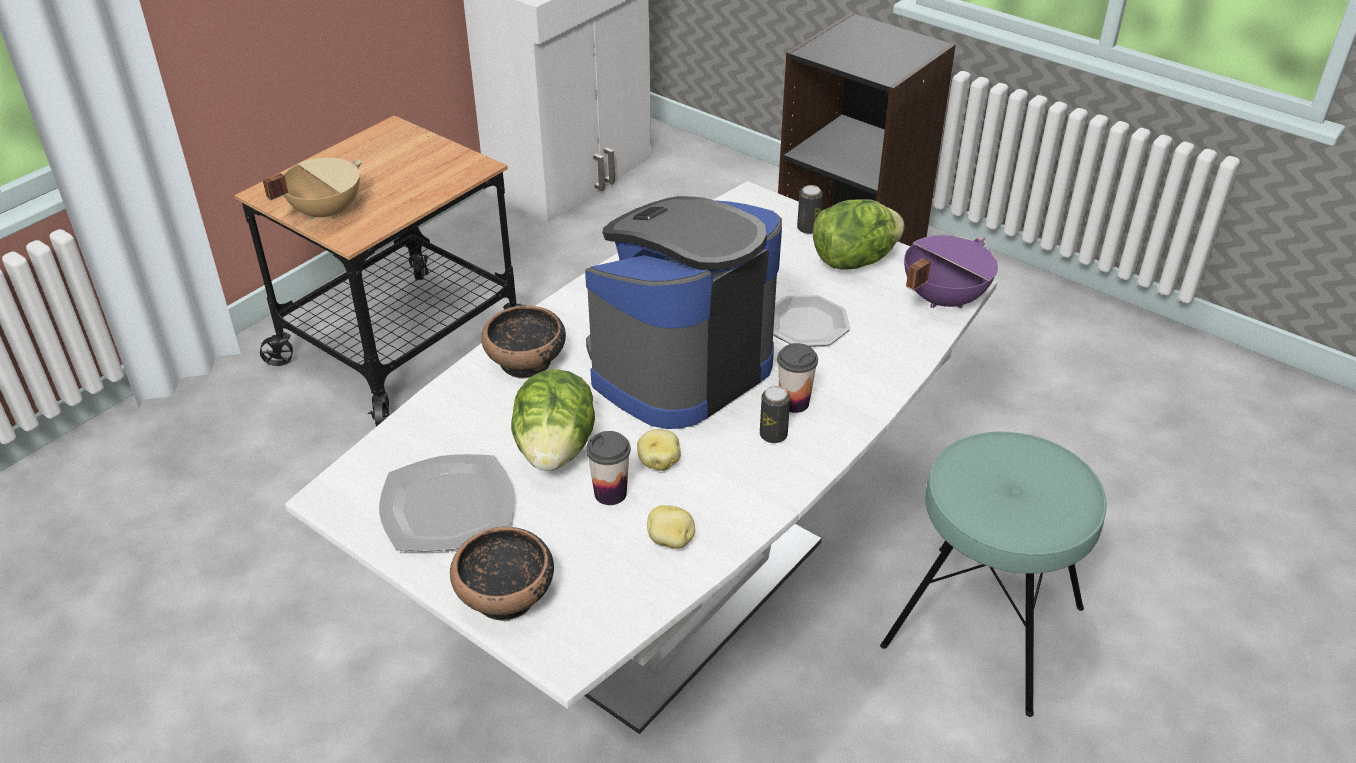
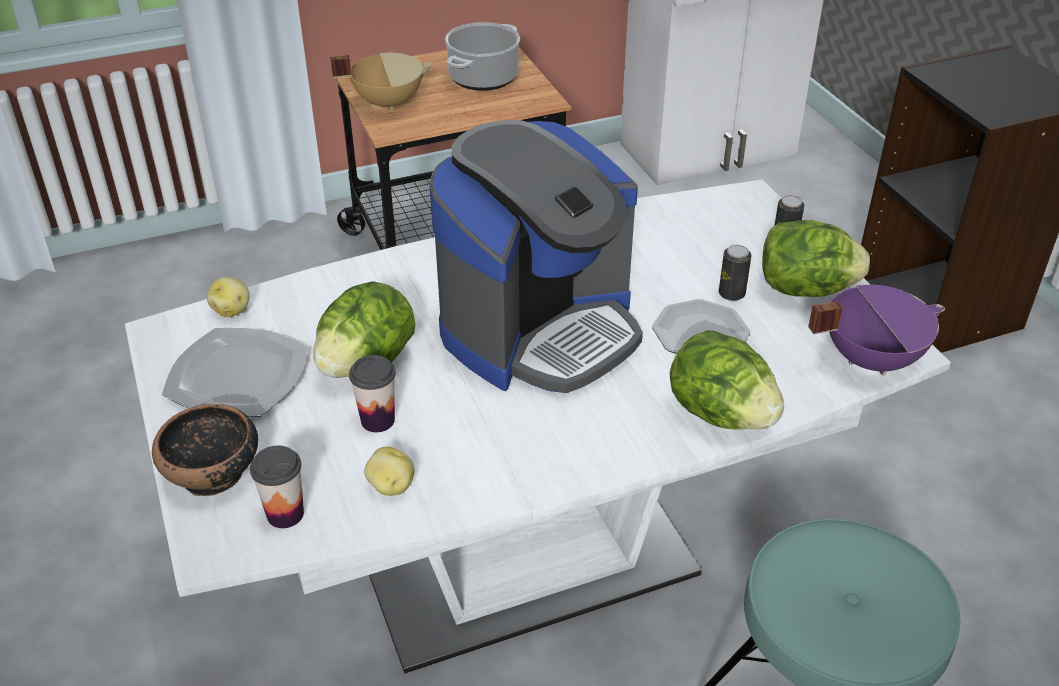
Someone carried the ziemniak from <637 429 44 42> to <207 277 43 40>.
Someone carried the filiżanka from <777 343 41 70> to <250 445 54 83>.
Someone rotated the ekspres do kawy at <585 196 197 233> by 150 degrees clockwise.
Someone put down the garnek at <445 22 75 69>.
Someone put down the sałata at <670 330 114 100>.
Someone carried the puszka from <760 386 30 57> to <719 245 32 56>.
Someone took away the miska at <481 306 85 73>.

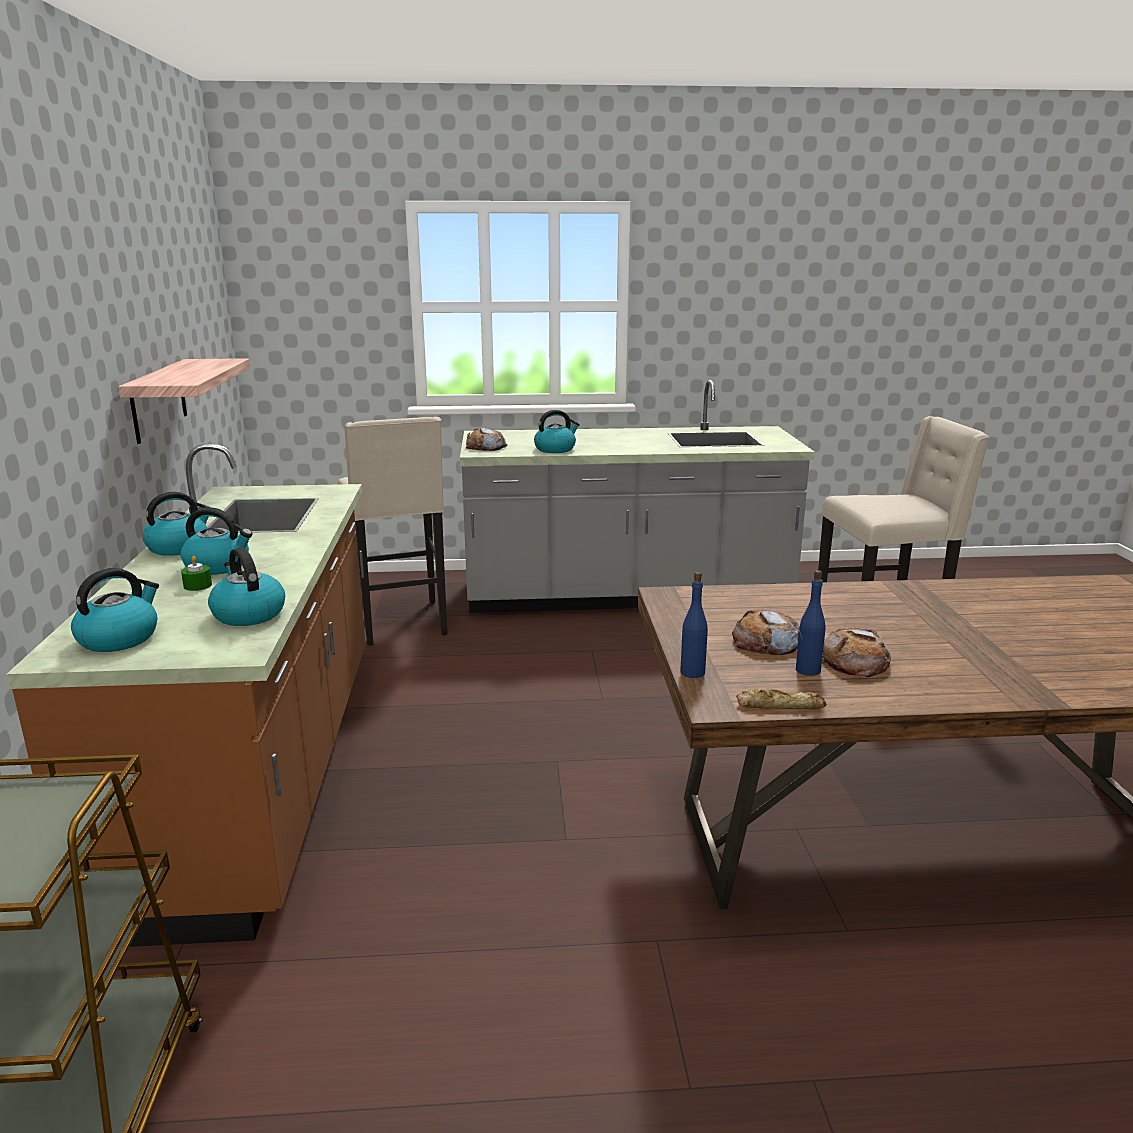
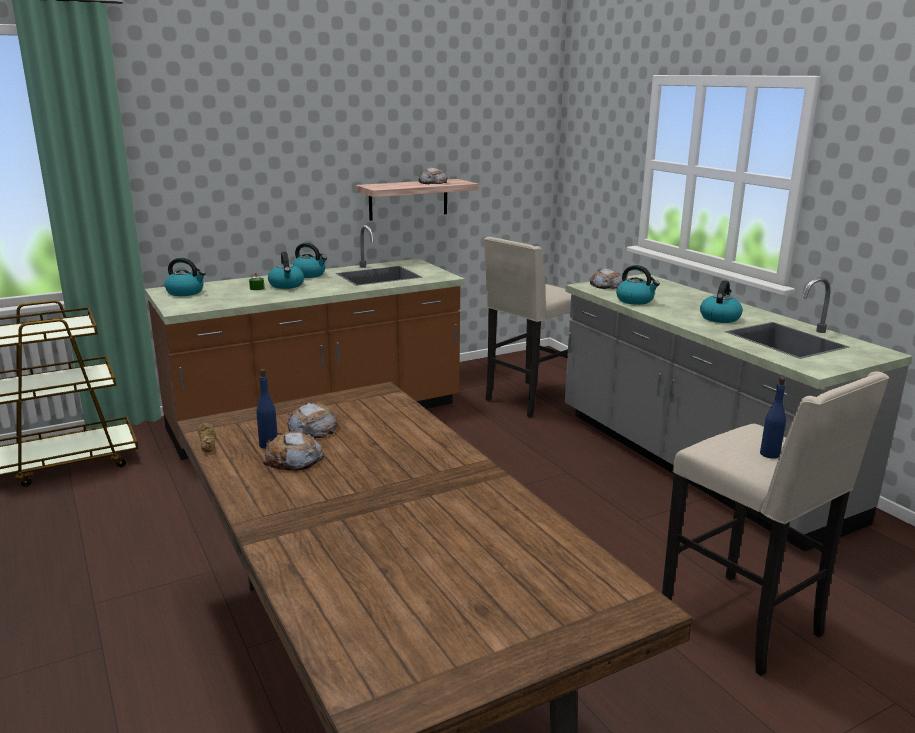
Someone put down the chleb at <419 167 29 17>.
Someone carried the czajnik from <208 547 77 79> to <700 280 43 43>.
Someone carried the butelka [niebieski] from <680 572 28 106> to <760 377 26 82>.

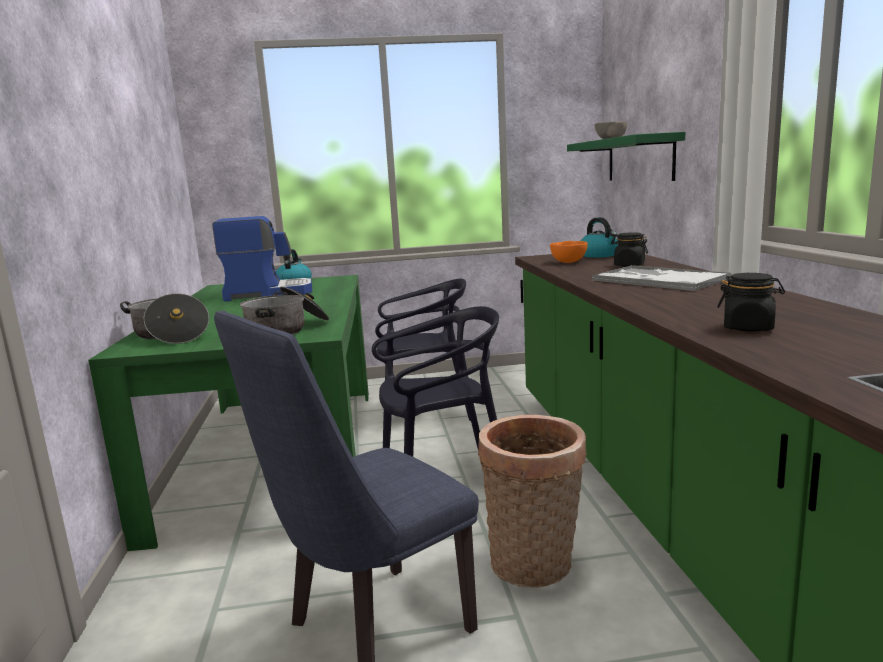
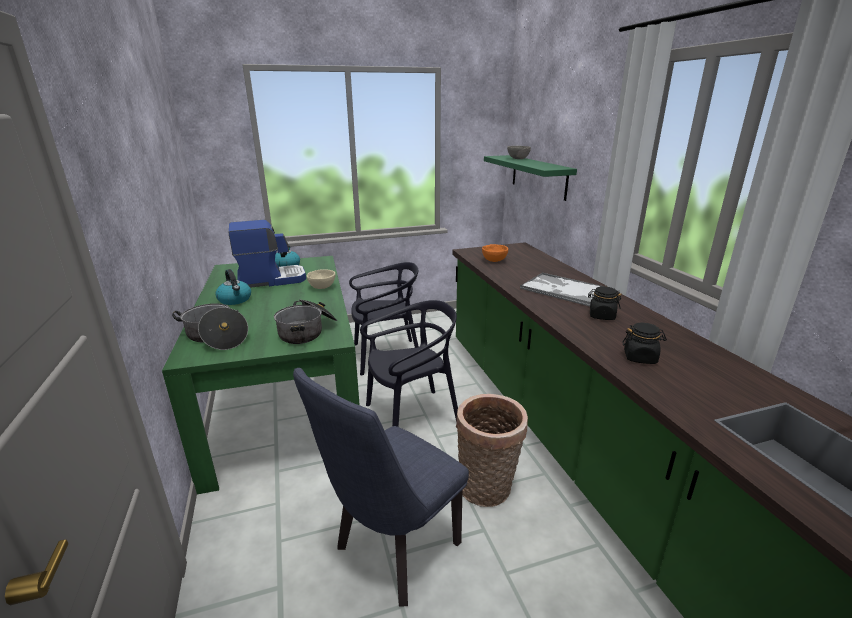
Someone carried the czajnik from <581 217 37 41> to <215 269 36 36>.
Someone put down the miska [beżowy] at <307 269 28 20>.
Someone carried the słoik [czarny] from <611 233 37 34> to <588 286 34 34>.

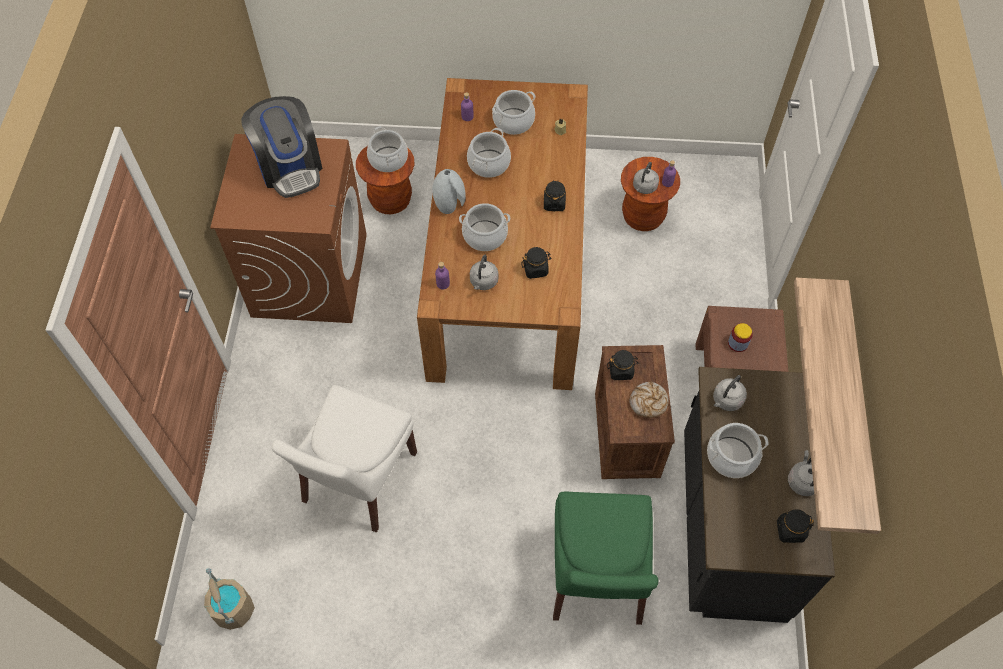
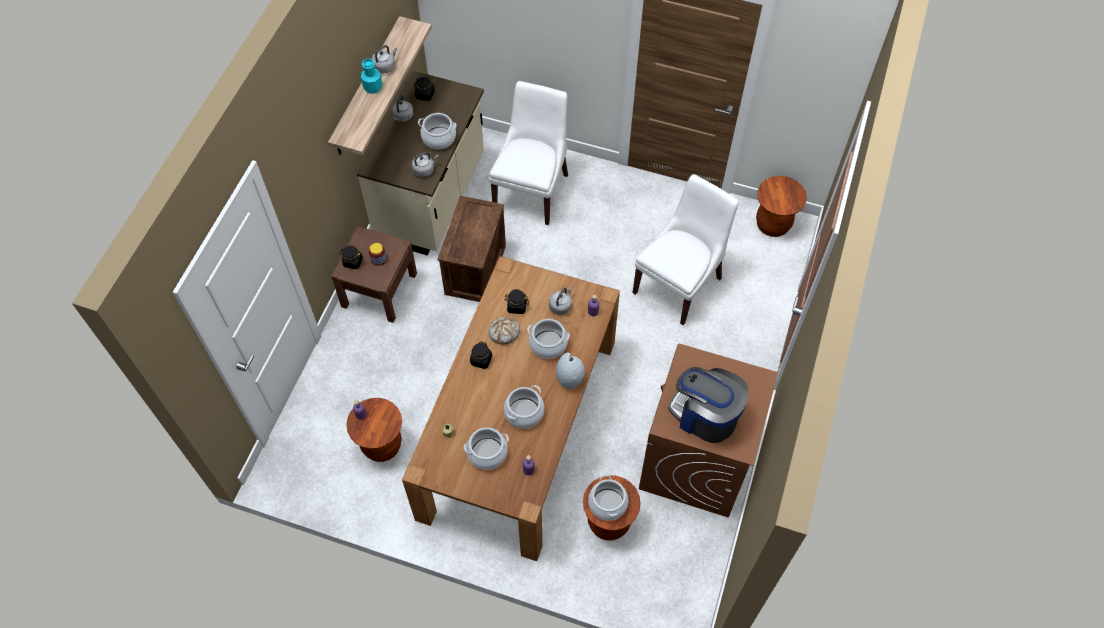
Someone carried the słoik [czarny] from <607 350 32 30> to <339 245 24 24>.
Someone repainted the zabudowa kuchenna [czarny] at <684 367 151 256>, which became the zabudowa kuchenna [beżowy] at <357 71 127 185>.
Someone put down the butelka [turkusowy] at <361 58 22 36>.
Someone carried the czajnik [szary] from <633 162 26 32> to <372 45 25 28>.
Someone repainted the krzesło [zielony] at <553 492 105 133>, which became the krzesło [biały] at <489 81 79 144>.
Someone carried the chleb from <629 381 39 37> to <489 317 31 28>.
Someone rotated the ekspres do kawy at <241 96 82 102> by 45 degrees counterclockwise.
Someone swapped the wiadro [beżowy] at <204 569 51 61> for the stołek [brązowy] at <756 176 51 61>.

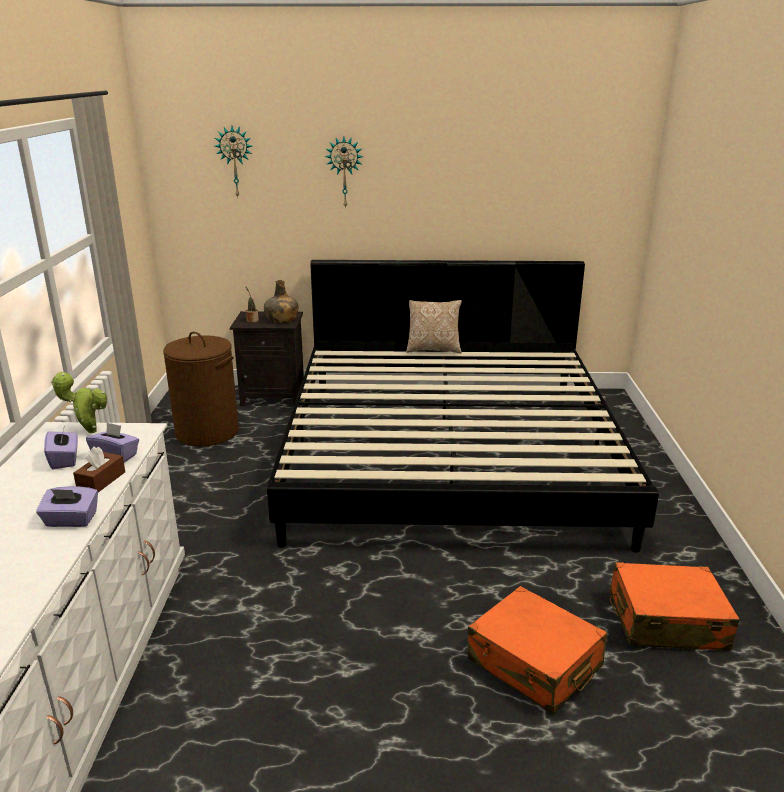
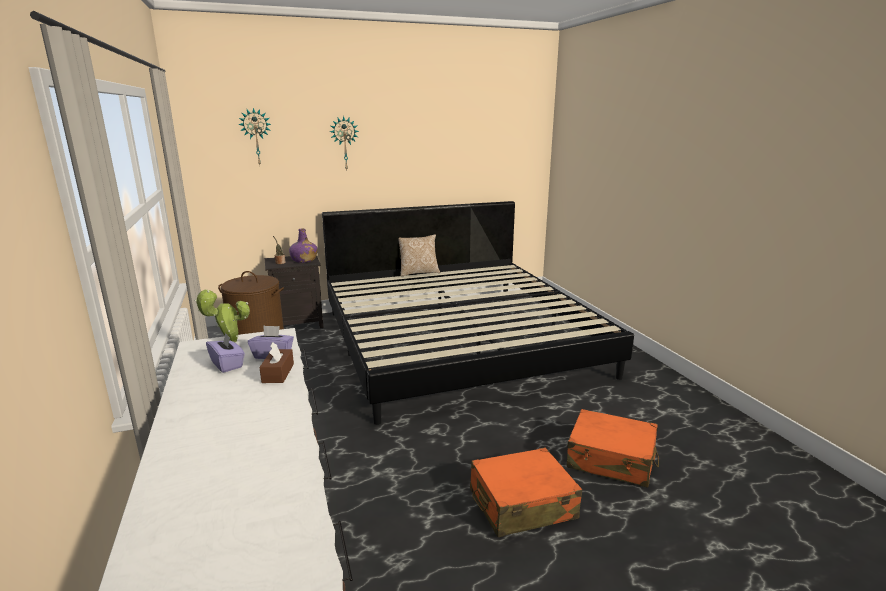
Someone repainted the butelka [zielony] at <264 280 35 43>, which became the butelka [fioletowy] at <289 228 28 35>.
Someone carried the walizka [pomarańczowy] from <610 562 130 89> to <470 447 112 90>.
Someone took away the pudełko chusteczek [fioletowy] at <36 486 62 41>.

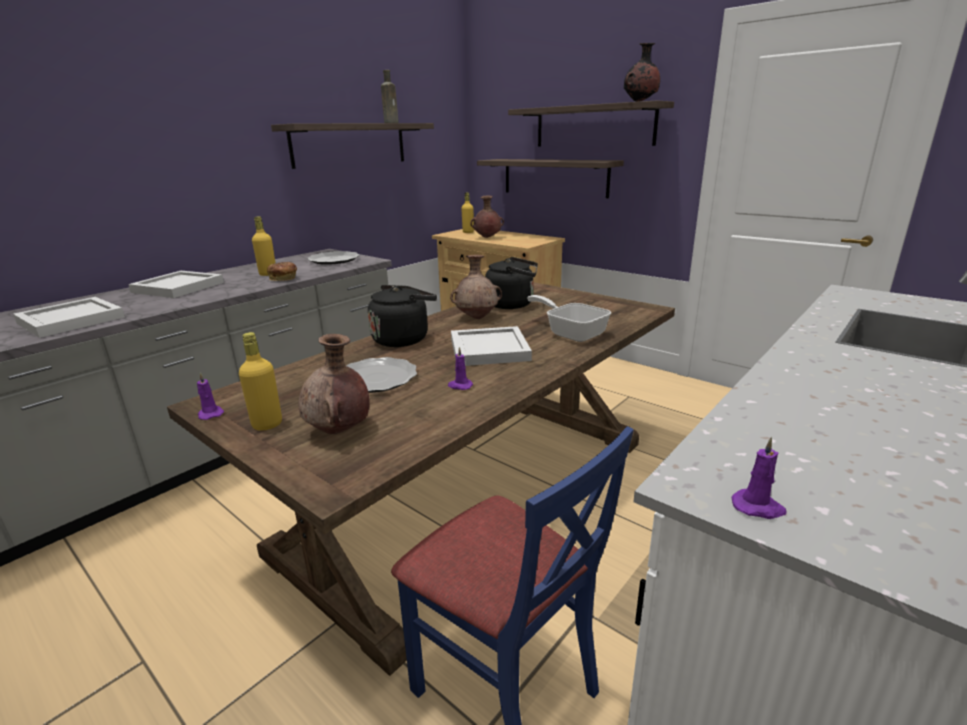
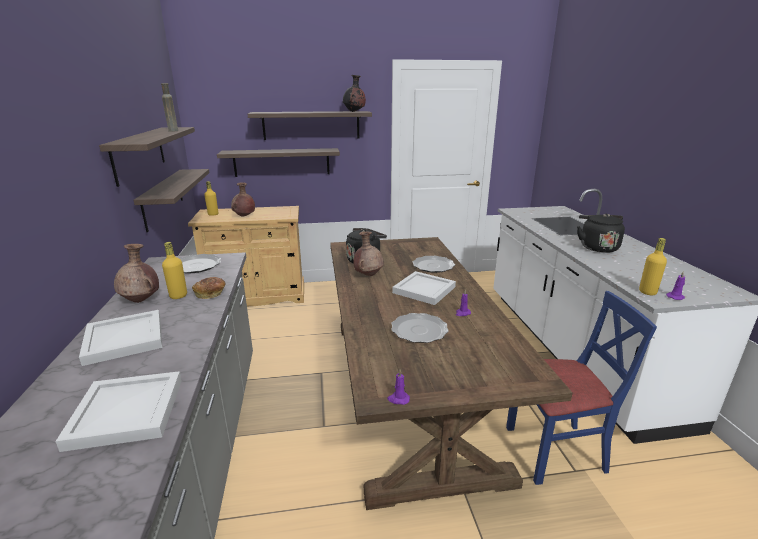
Someone carried the wazon [brązowy] from <298 334 72 100> to <114 244 45 59>.
Someone put up the półka at <133 169 77 64>.
Someone swapped the patelnia at <527 295 84 47> for the talerz at <413 256 42 17>.
Someone carried the czajnik [czarny] from <368 285 69 62> to <577 214 48 39>.
Someone carried the butelka [żółty] from <239 332 43 99> to <639 238 28 57>.

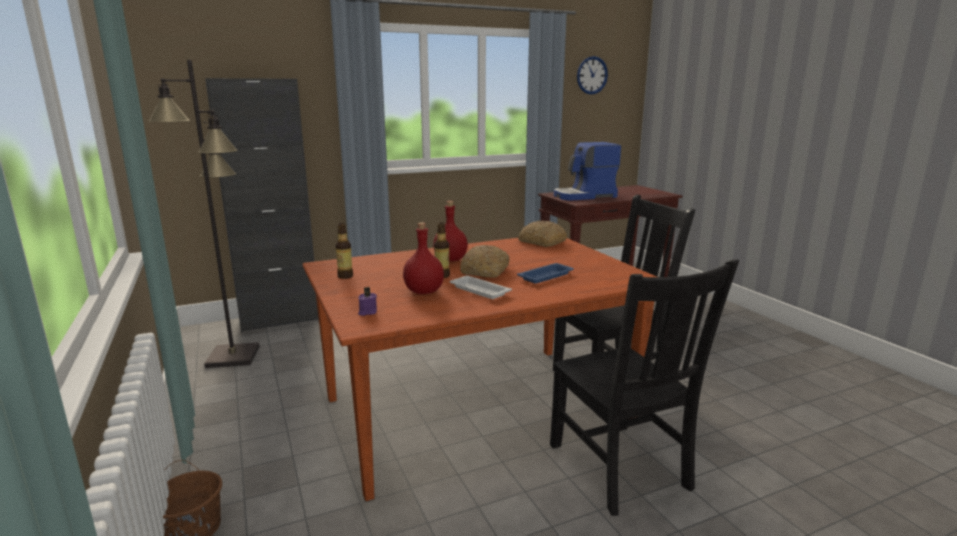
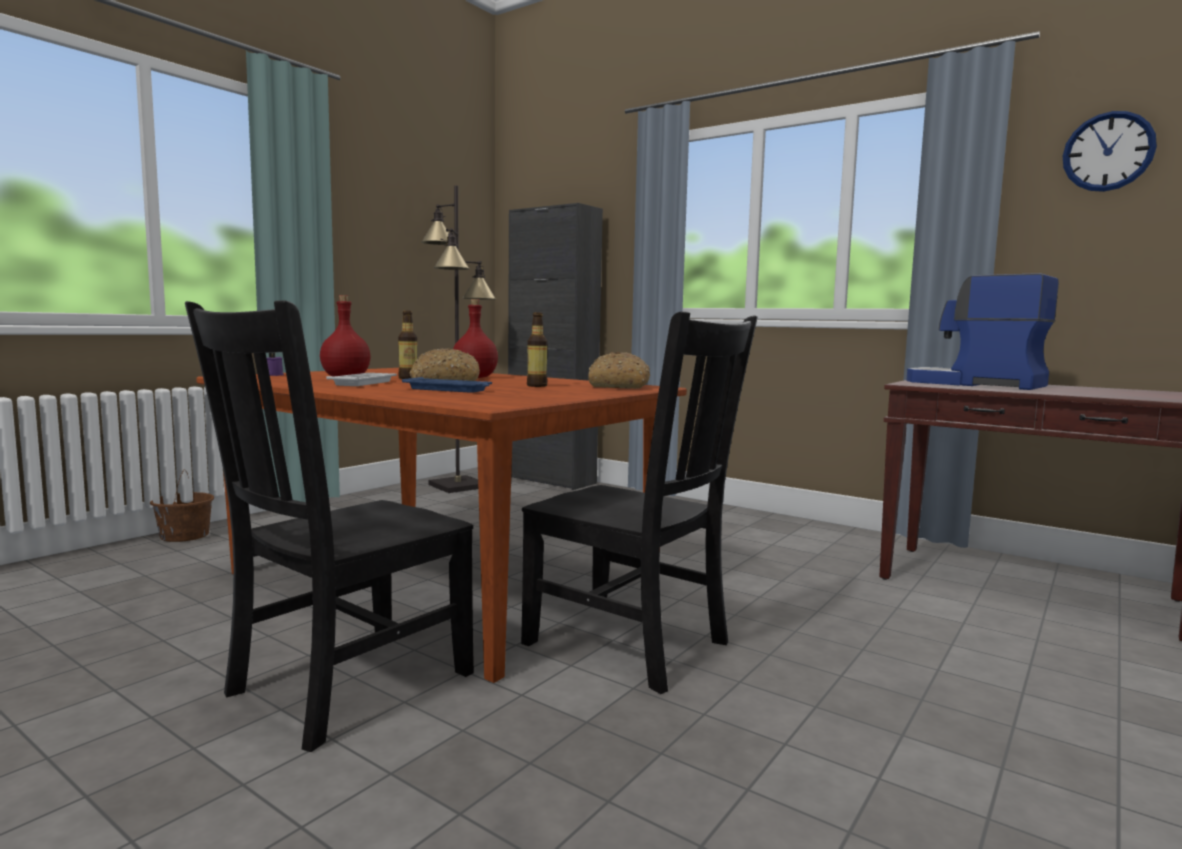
Someone carried the butelka from <335 223 18 56> to <527 312 21 75>.

